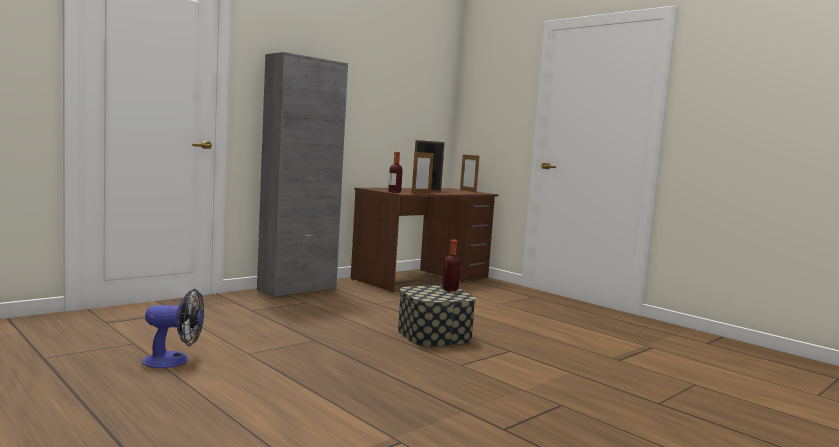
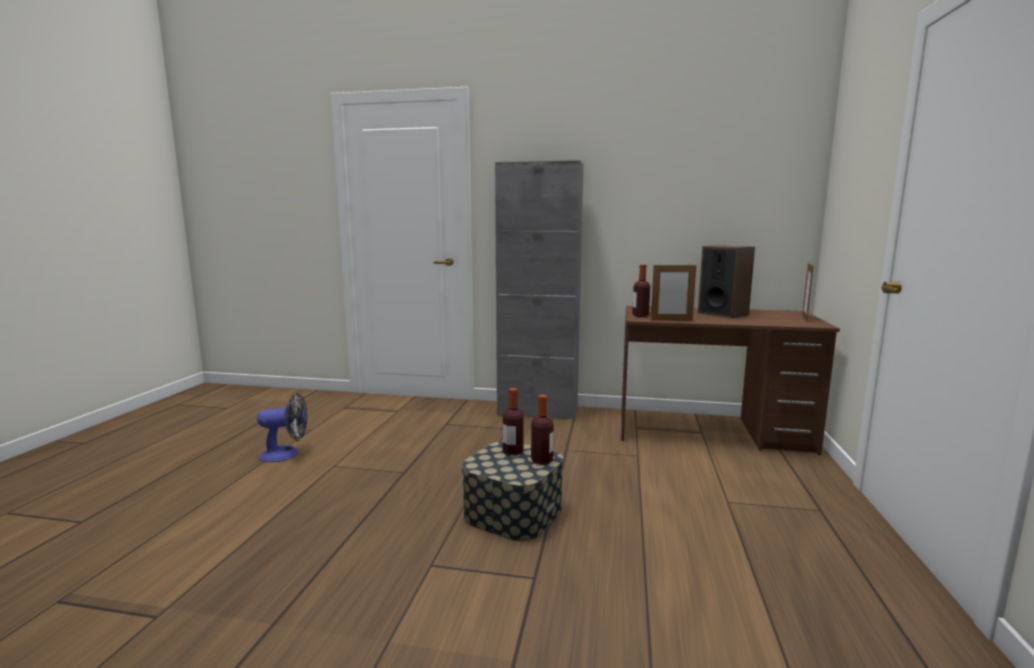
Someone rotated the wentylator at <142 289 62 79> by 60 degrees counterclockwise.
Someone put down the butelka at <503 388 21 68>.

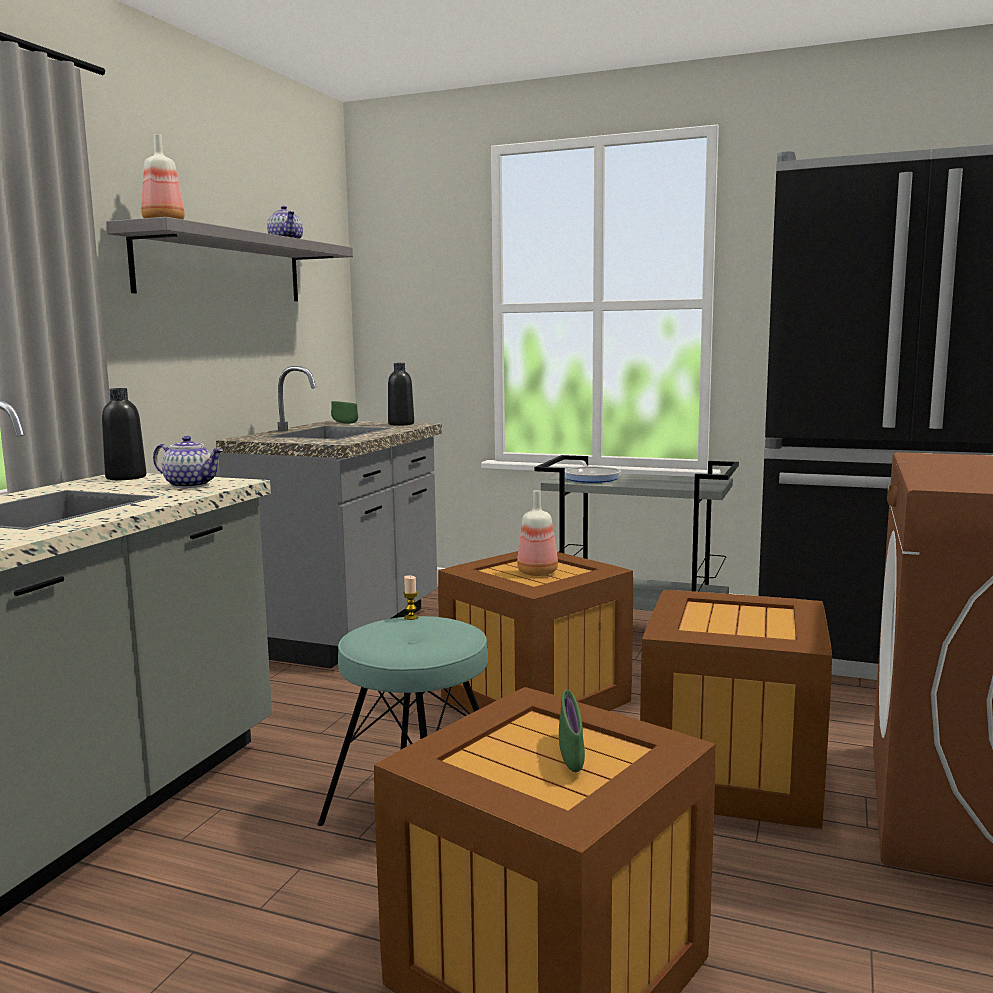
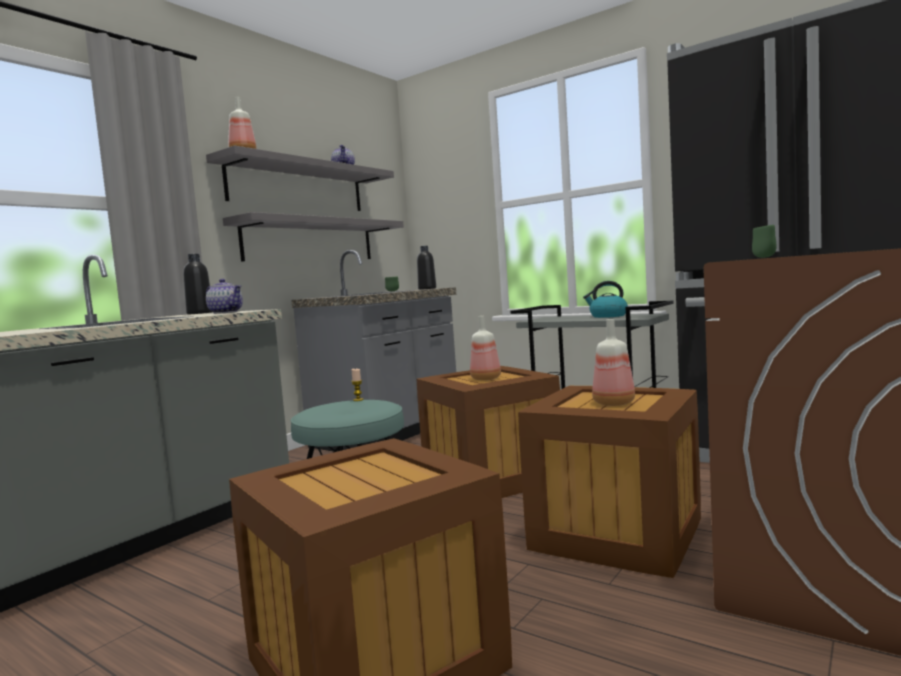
Someone put up the półka [szary] at <223 212 181 50>.
Someone put down the czajnik at <583 281 45 37>.
Someone put down the butelka at <592 319 43 87>.
Someone carried the miska [zielony] from <559 690 26 82> to <752 225 25 33>.
Someone took away the patelnia at <565 460 56 23>.

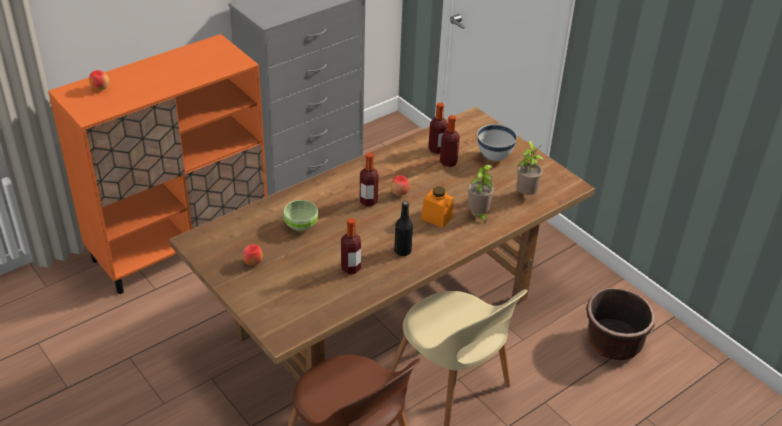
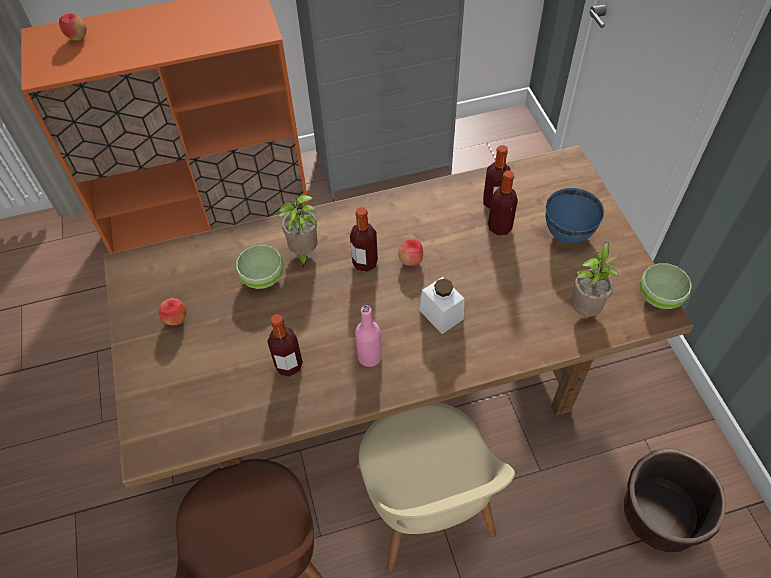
Someone carried the roślina doniczkowa from <468 165 26 58> to <277 195 41 72>.
Someone repainted the butelka [czarny] at <394 201 19 55>, which became the butelka [różowy] at <355 305 27 62>.
Someone repainted the słoik [pomarańczowy] at <421 186 32 42>, which became the słoik [biały] at <419 277 45 57>.
Someone repainted the miska [biały] at <477 124 40 37>, which became the miska [niebieski] at <546 188 58 56>.
Someone put down the miska [zielony] at <640 263 52 46>.

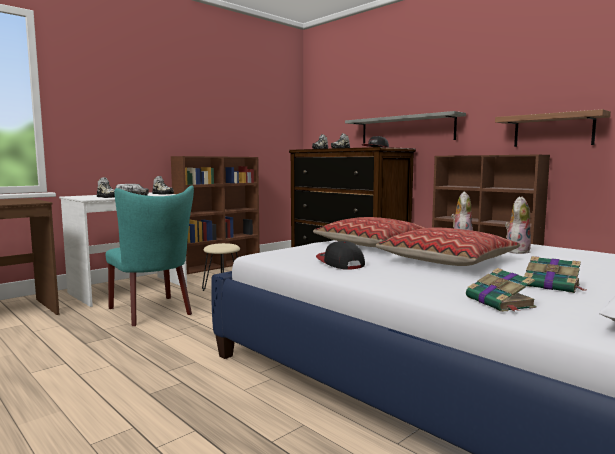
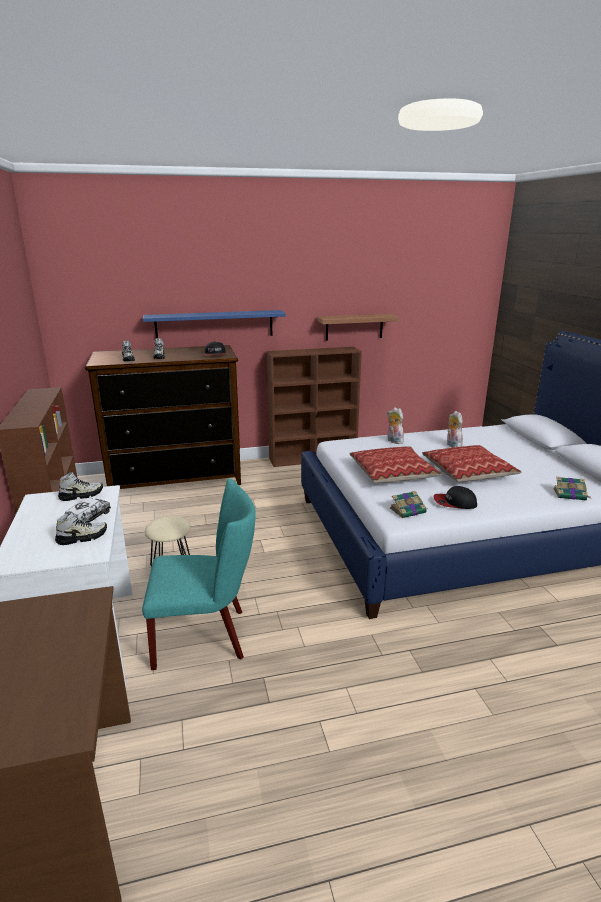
Someone repainted the półka [szary] at <345 111 121 33>, which became the półka [niebieski] at <143 310 143 28>.
Someone carried the książka from <524 256 63 37> to <390 491 37 27>.

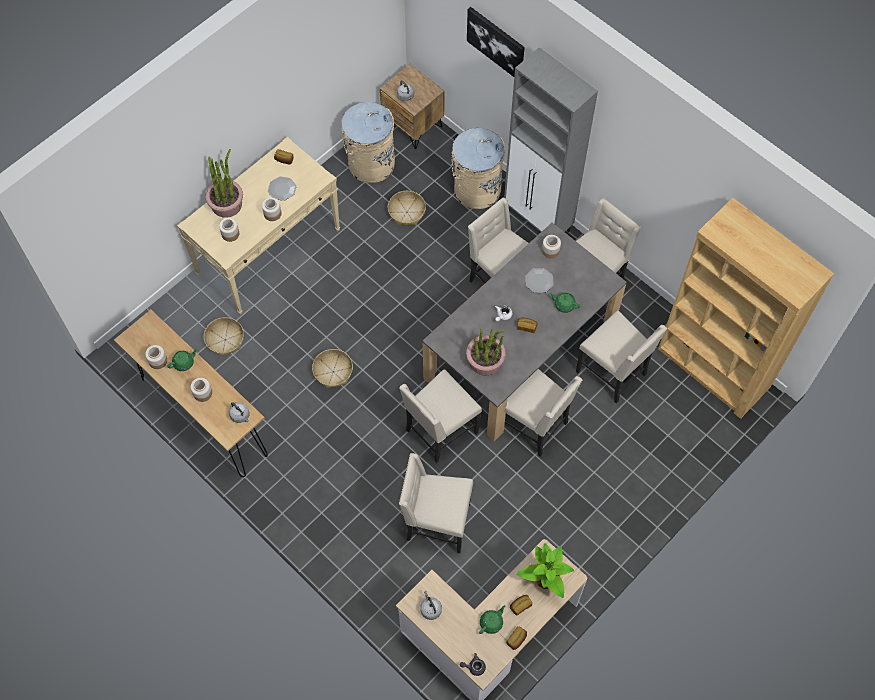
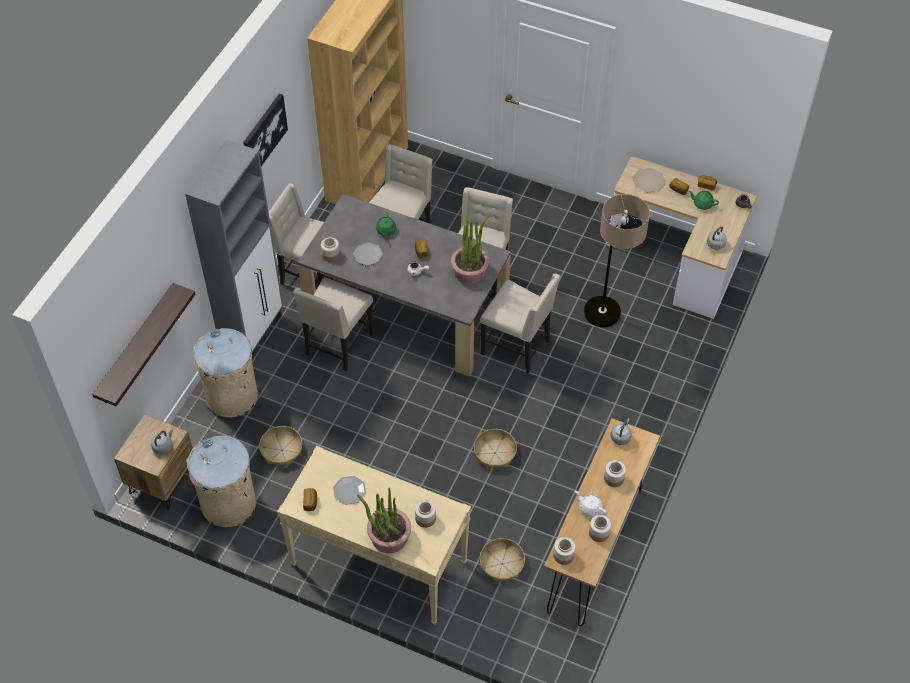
Someone put up the półka at <92 283 104 123>.
Someone carried the obraz from <467 7 58 70> to <243 94 45 72>.
Someone carried the słoik from <262 198 20 23> to <553 537 23 28>.
Someone repainted the imbryk [zielony] at <167 348 31 23>, which became the imbryk [biały] at <575 491 31 26>.
Someone swapped the krzesło [beżowy] at <399 453 74 101> for the lampa stojąca at <584 194 66 133>.
Someone swapped the roślina doniczkowa at <517 543 57 55> for the talerz at <632 168 33 24>.

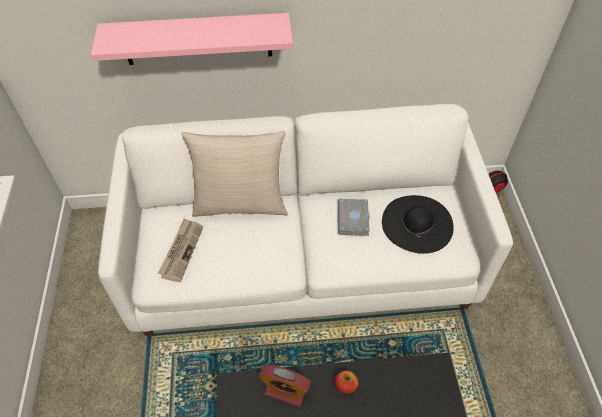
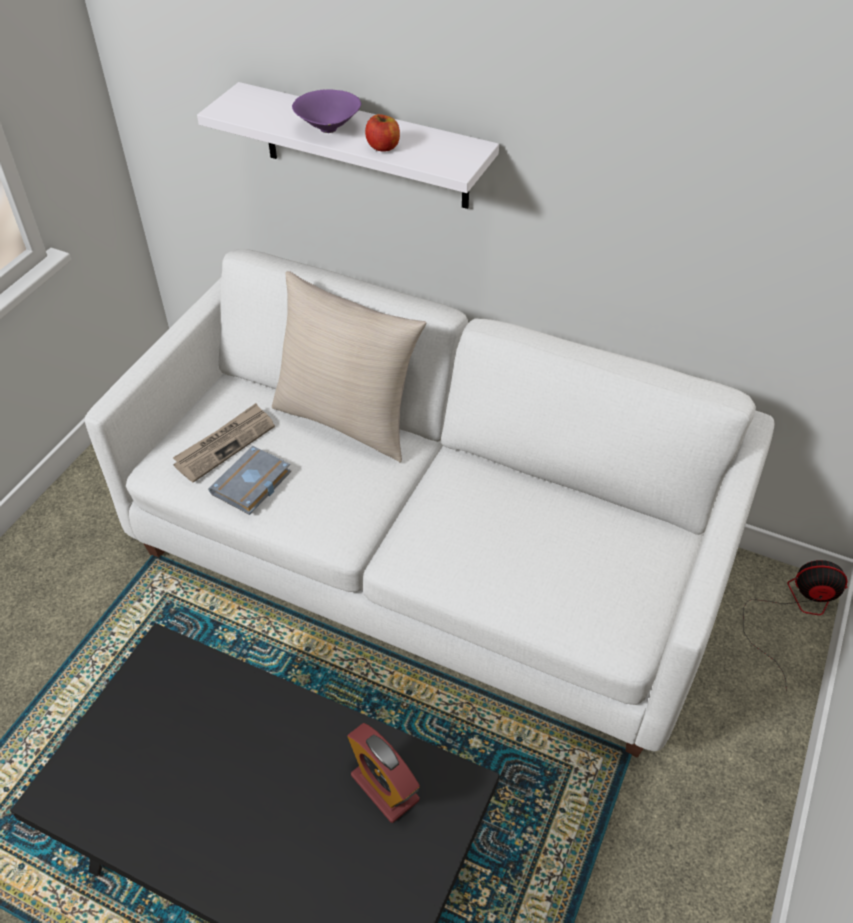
Someone repainted the półka [różowy] at <91 13 202 52>, which became the półka [biały] at <197 82 302 127>.
Someone carried the książka [szary] from <338 199 32 37> to <208 446 83 69>.
Someone put down the miska [fioletowy] at <292 89 69 44>.
Someone carried the budzik from <259 365 52 42> to <347 723 73 100>.
Someone carried the jabłko from <335 370 23 24> to <365 114 35 38>.
Someone took away the kapelusz [czarny] at <382 195 72 59>.

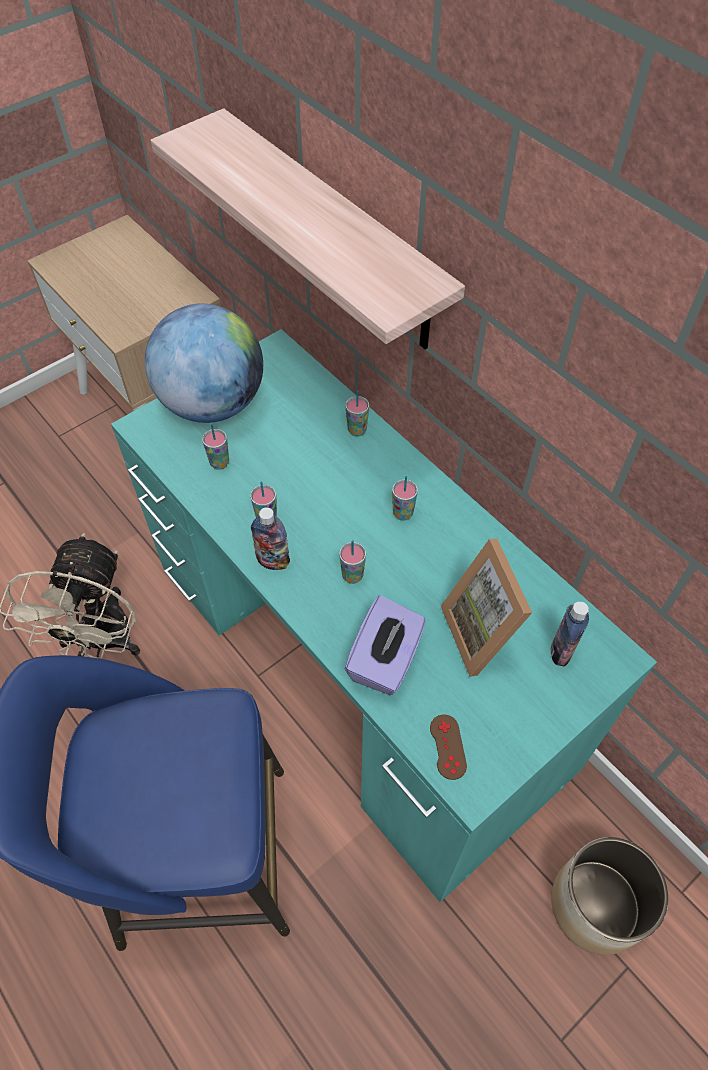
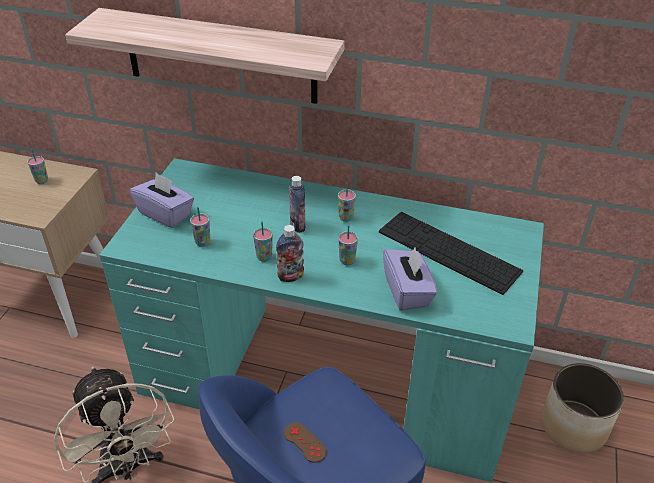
Someone carried the filiżanka from <345 391 24 46> to <27 149 21 35>.
Someone swapped the globus at <145 304 118 119> for the pudełko chusteczek [fioletowy] at <130 173 64 55>.
Someone carried the pad do gier [brązowy] from <430 715 37 65> to <284 422 43 41>.
Someone carried the butelka from <550 601 39 65> to <289 176 16 57>.
Someone swapped the ramka na zdjęcie at <441 539 91 138> for the klawiatura at <379 212 144 83>.

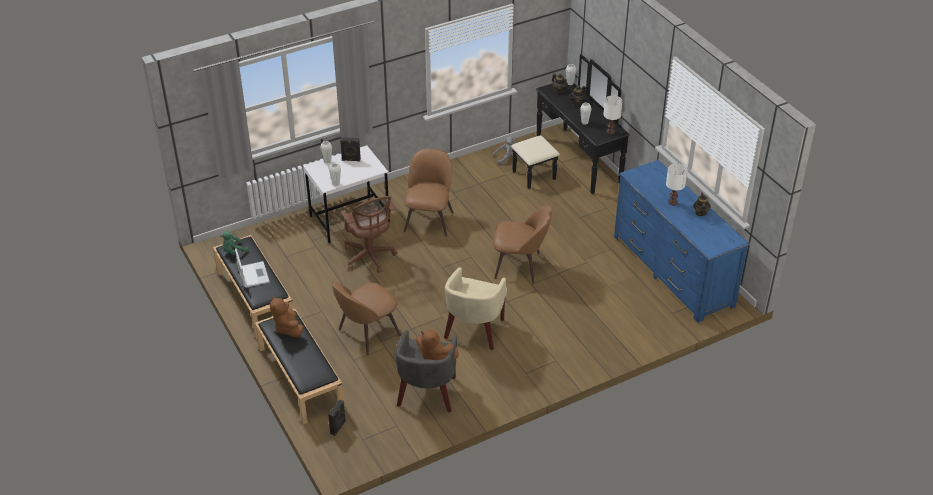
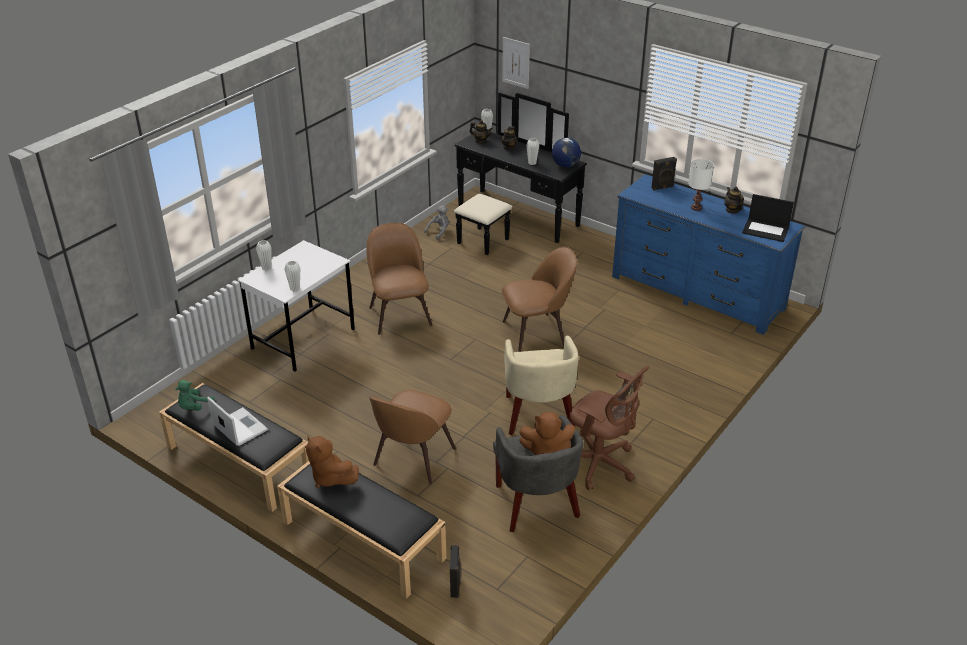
Someone put up the obraz at <502 37 28 52>.
Someone swapped the lampa stołowa [biały] at <603 95 20 40> for the globus at <552 138 29 29>.
Someone carried the krzesło biurowe [brązowy] from <341 196 57 77> to <570 366 79 124>.
Someone carried the głośnik [czarny] from <340 137 21 25> to <651 157 26 33>.
Someone put down the laptop at <742 194 52 48>.

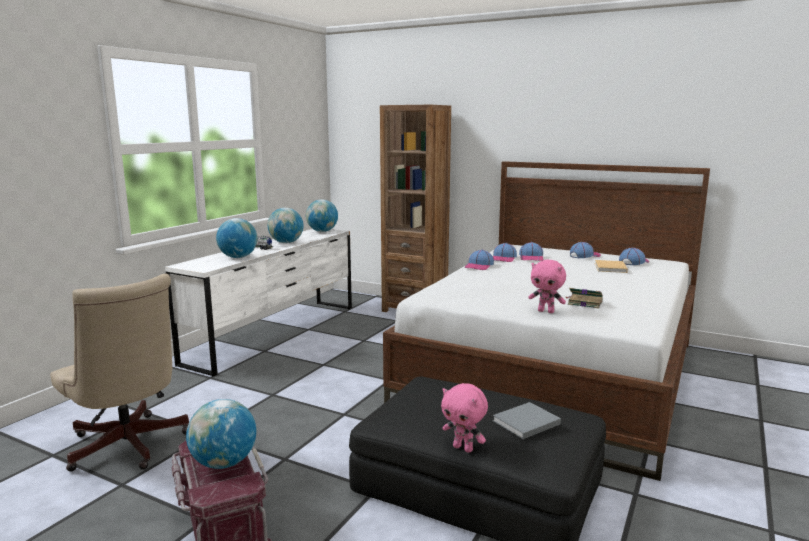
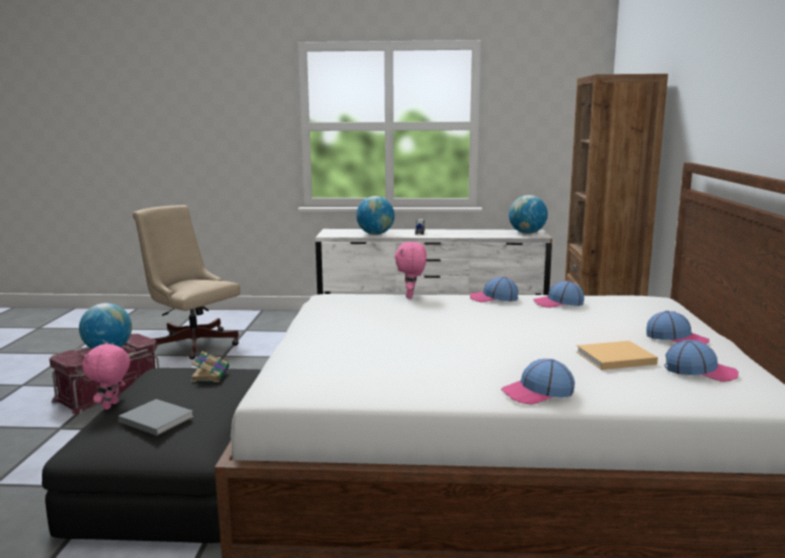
Someone rotated the krzesło biurowe [beżowy] at <50 274 139 198> by 105 degrees clockwise.
Someone carried the książka from <567 288 36 20> to <190 351 39 31>.
Someone carried the pluszak [różowy] from <528 260 38 53> to <394 242 33 56>.
Someone carried the czapka z daszkiem from <519 242 24 19> to <501 359 74 46>.
Someone took away the globus at <267 208 37 35>.

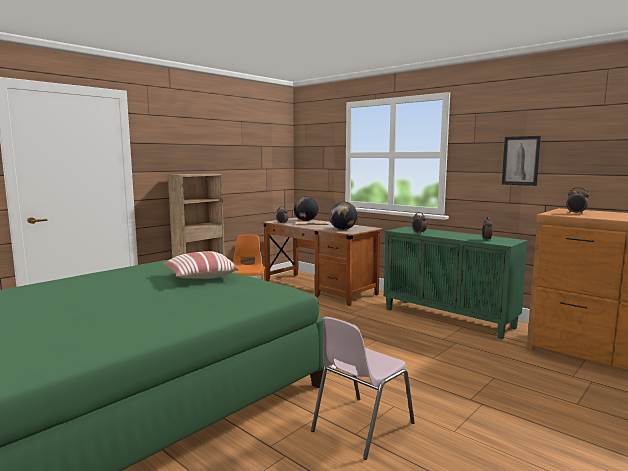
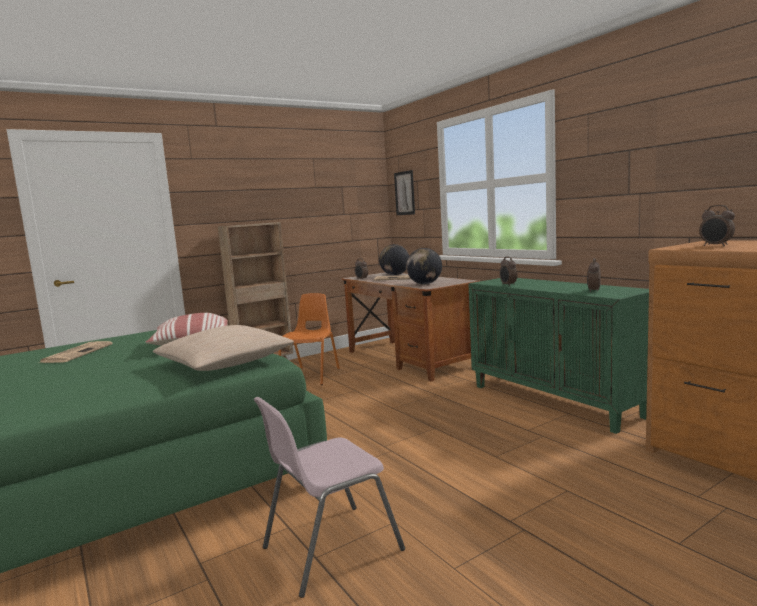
Someone put down the gazeta at <38 341 75 22>.
Someone put down the poduszka [beżowy] at <153 325 141 46>.
Someone carried the obraz from <502 136 39 50> to <394 170 21 45>.

